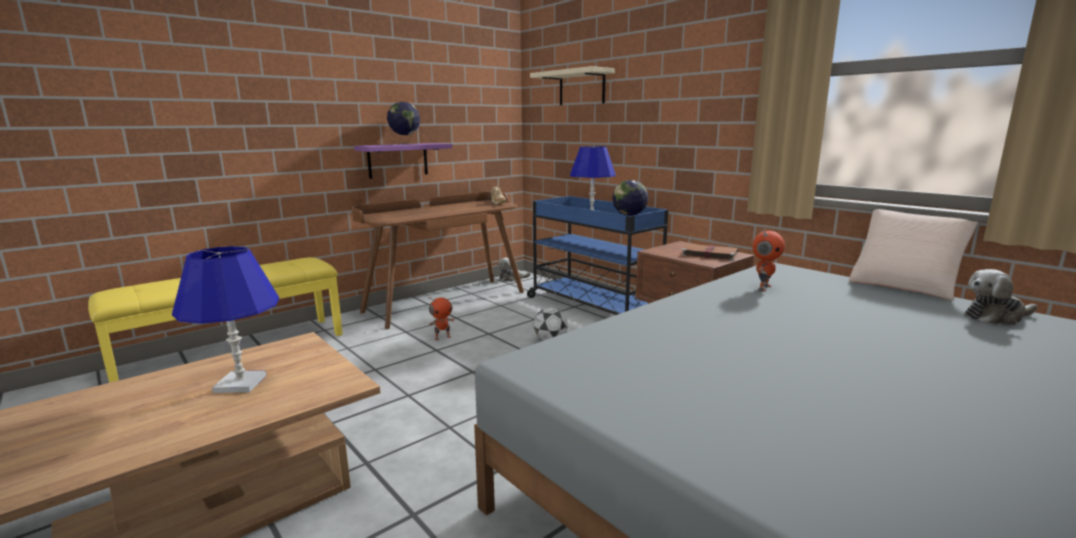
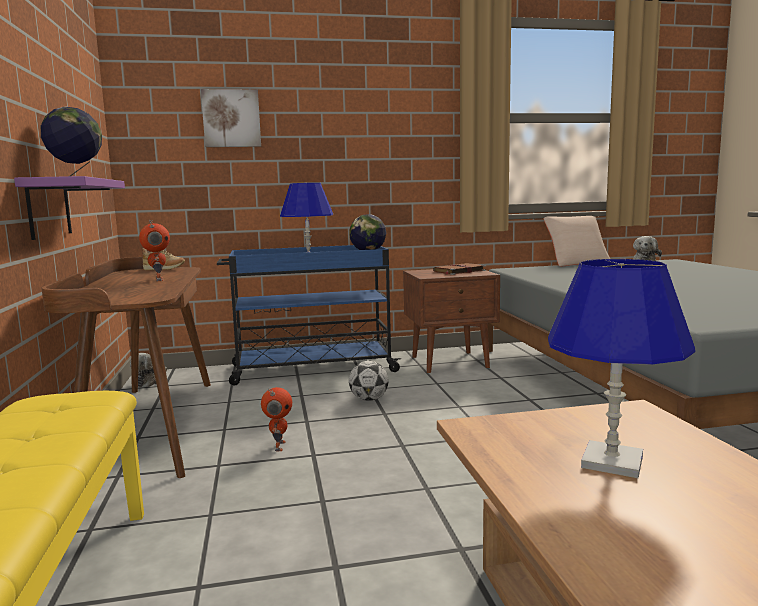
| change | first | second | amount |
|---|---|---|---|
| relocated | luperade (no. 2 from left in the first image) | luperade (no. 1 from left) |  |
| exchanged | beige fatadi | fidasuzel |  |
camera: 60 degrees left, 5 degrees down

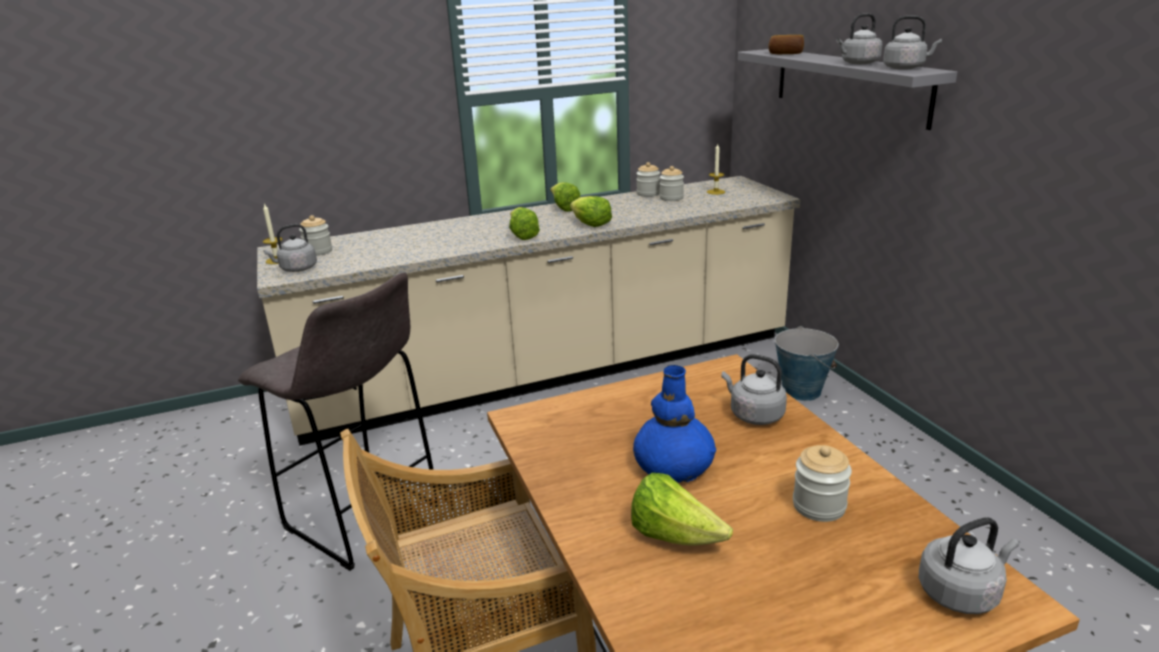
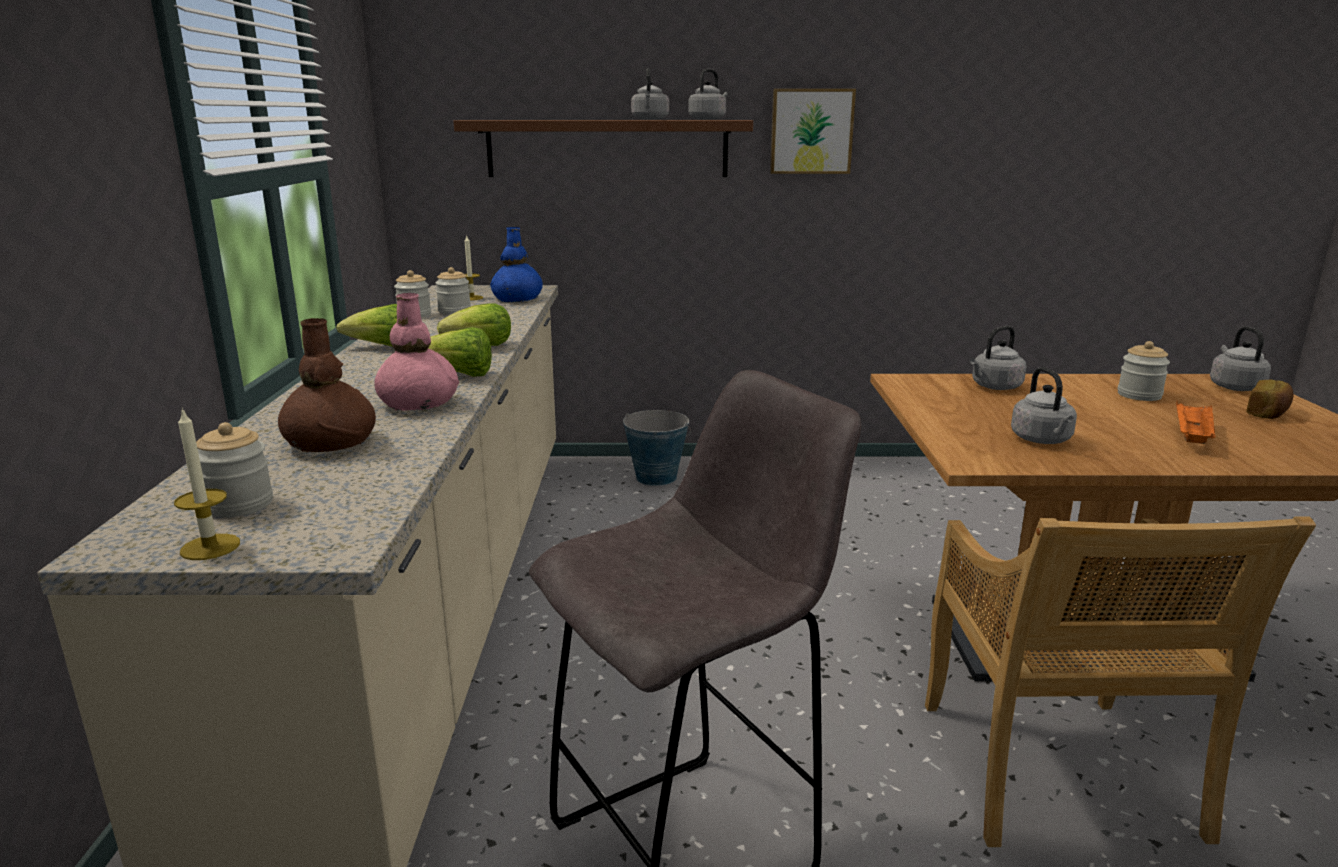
| change | first | second | amount |
|---|---|---|---|
| appeared |  | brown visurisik |  |
| appeared |  | pink visurisik |  |
| colour | grey fatadi | brown fatadi |  |
| relocated | blue visurisik |  |  |
| appeared |  | fidasuzel |  |
| relocated | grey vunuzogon (no. 1 from left in the first image) | grey vunuzogon (no. 4 from left) |  |
| exchanged | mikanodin (no. 4 from left) | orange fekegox |  |
| relocated | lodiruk |  |  |
camera: 70 degrees left, 5 degrees down

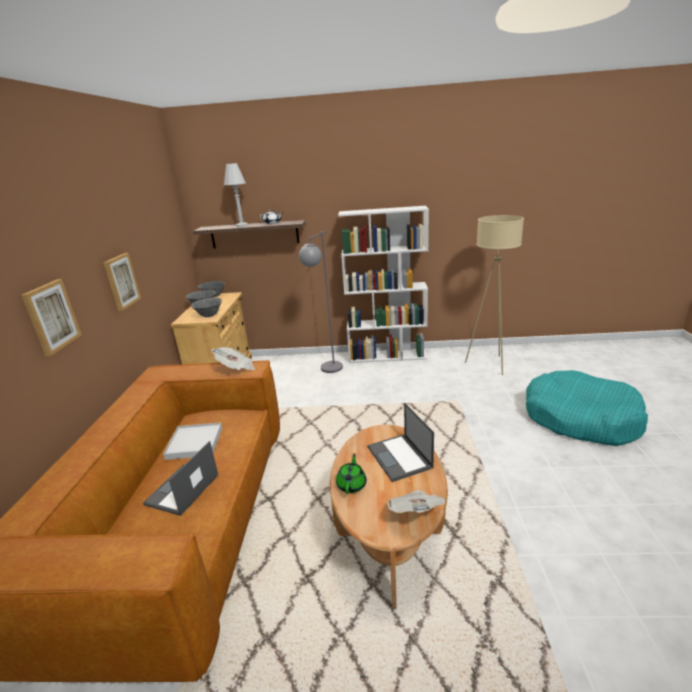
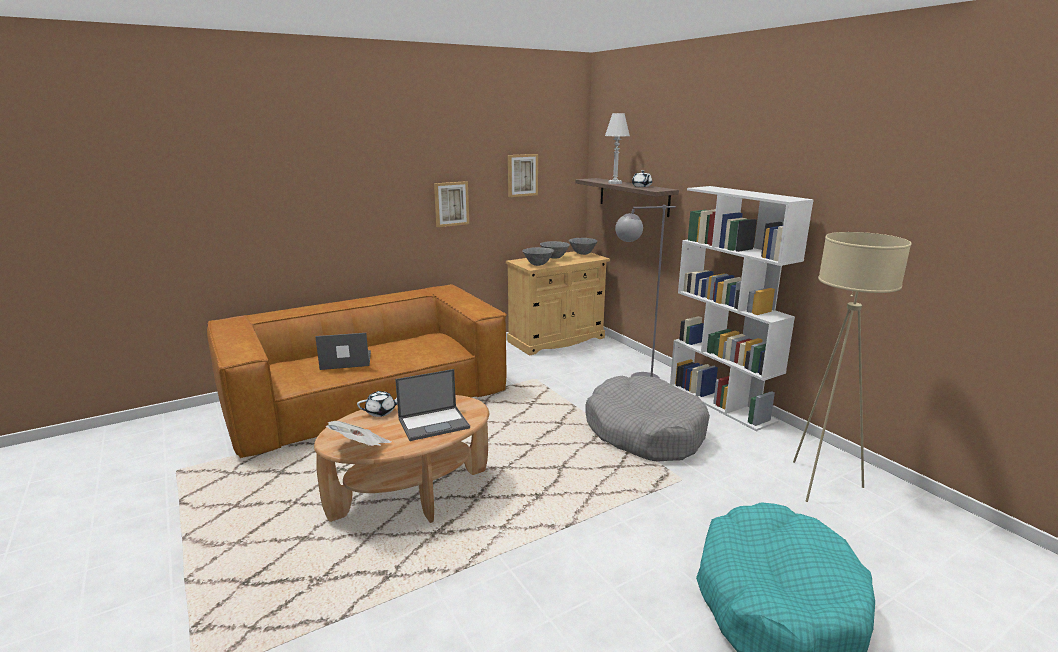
| change | first | second | amount |
|---|---|---|---|
| colour | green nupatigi | white nupatigi (no. 1 from left) |  |
| spun | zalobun (no. 2 from left) |  | 150 degrees counterclockwise |
| relocated | fidasuzel (no. 1 from left in the first image) | fidasuzel (no. 2 from left) |  |
| appeared |  | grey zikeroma |  |
| missing | white fekegox |  |  |
| missing | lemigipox (no. 1 from left) |  |  |
camera: 55 degrees right, 5 degrees down

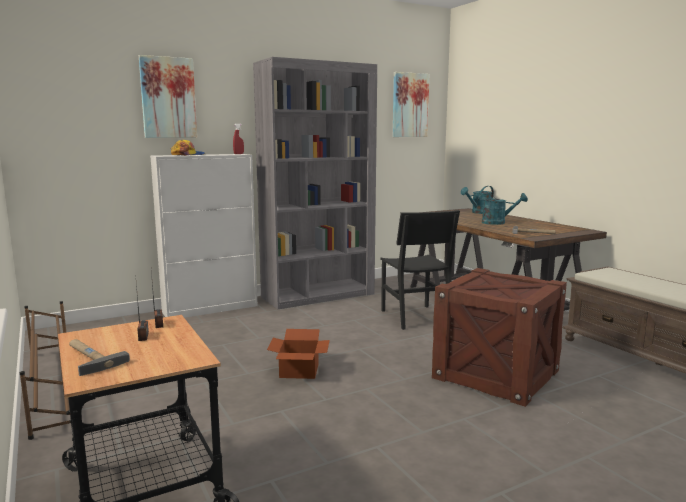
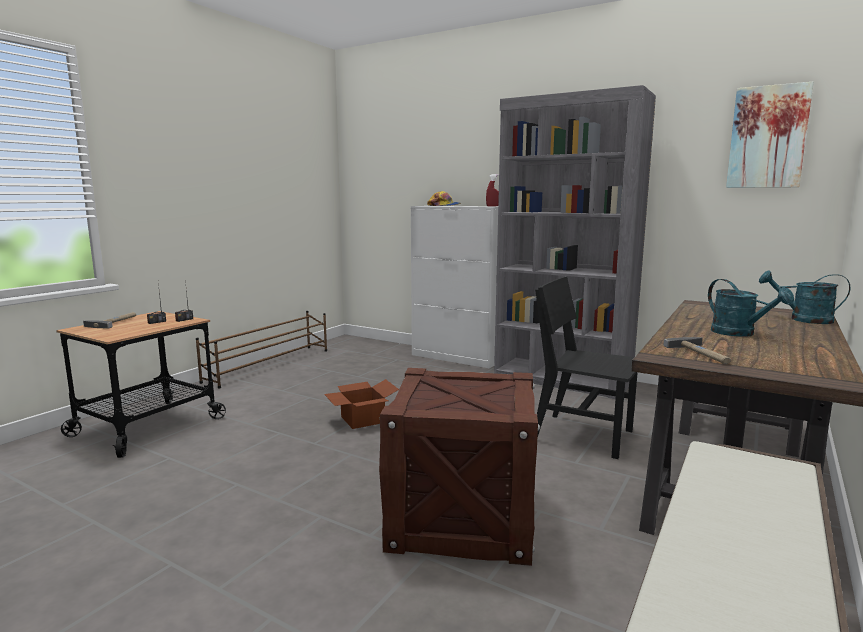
| change | first | second | amount |
|---|---|---|---|
| spun | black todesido |  | 75 degrees clockwise |
| missing | fidasuzel (no. 1 from left) |  |  |
camera: 60 degrees right, 0 degrees up

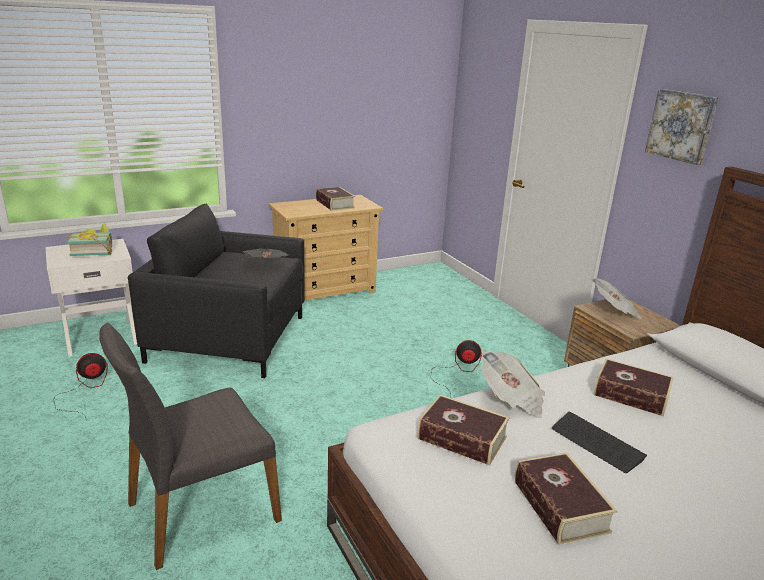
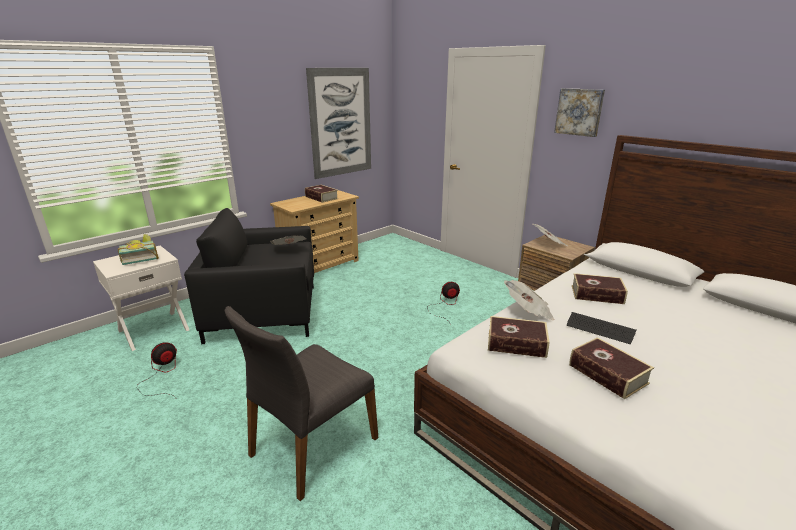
| change | first | second | amount |
|---|---|---|---|
| appeared |  | fidasuzel (no. 1 from left) |  |
camera: 15 degrees left, 0 degrees up

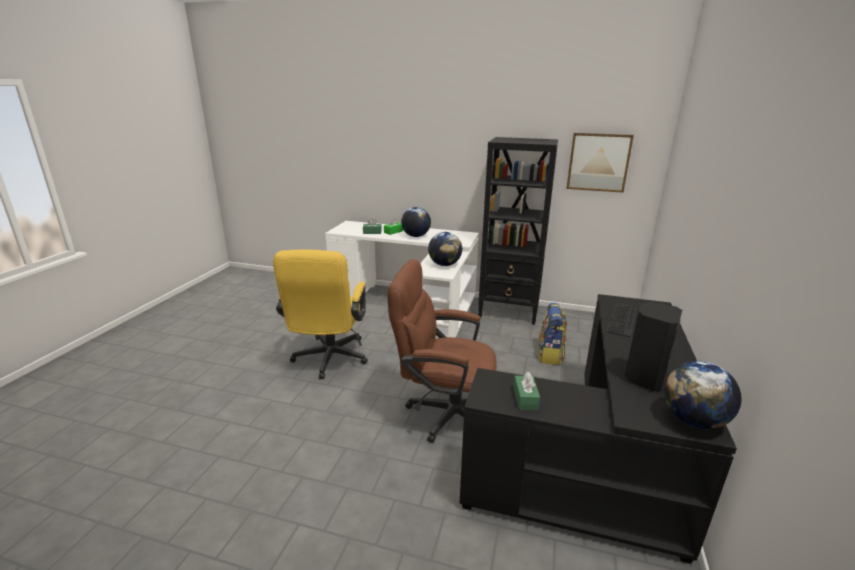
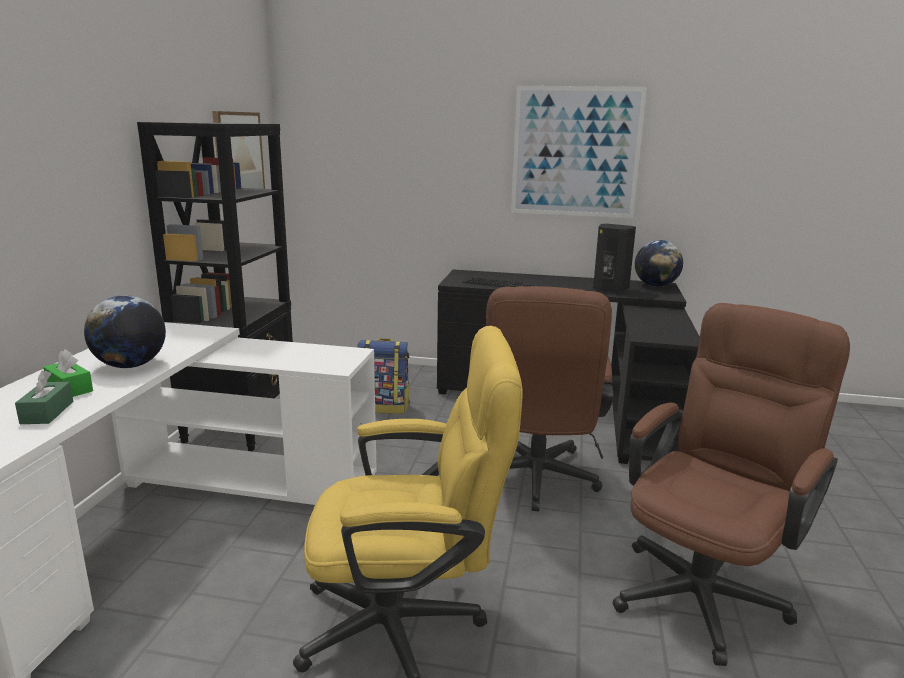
| change | first | second | amount |
|---|---|---|---|
| appeared |  | fidasuzel (no. 2 from left) |  |
| appeared |  | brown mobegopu (no. 2 from left) |  |
| missing | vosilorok (no. 2 from left) |  |  |
| missing | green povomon (no. 3 from left) |  |  |
camera: 95 degrees left, 5 degrees down

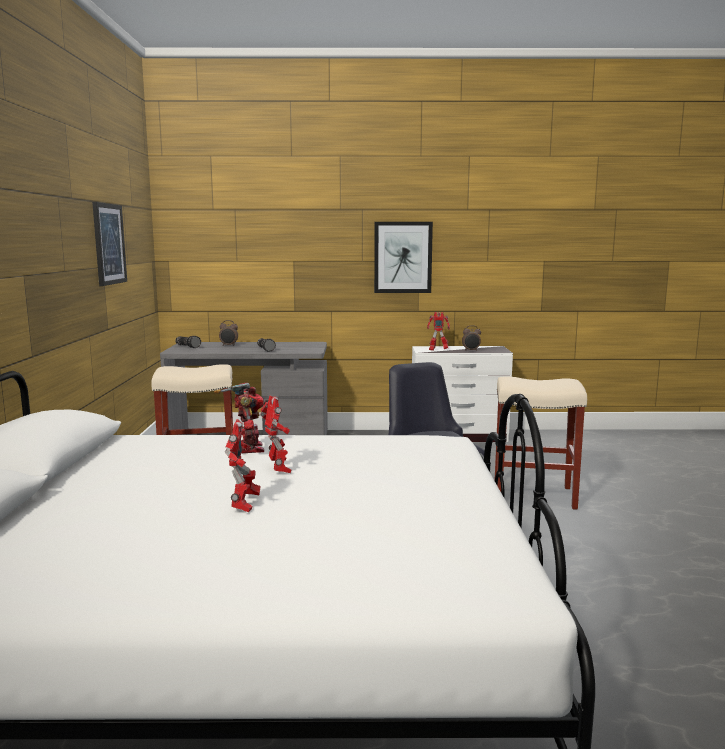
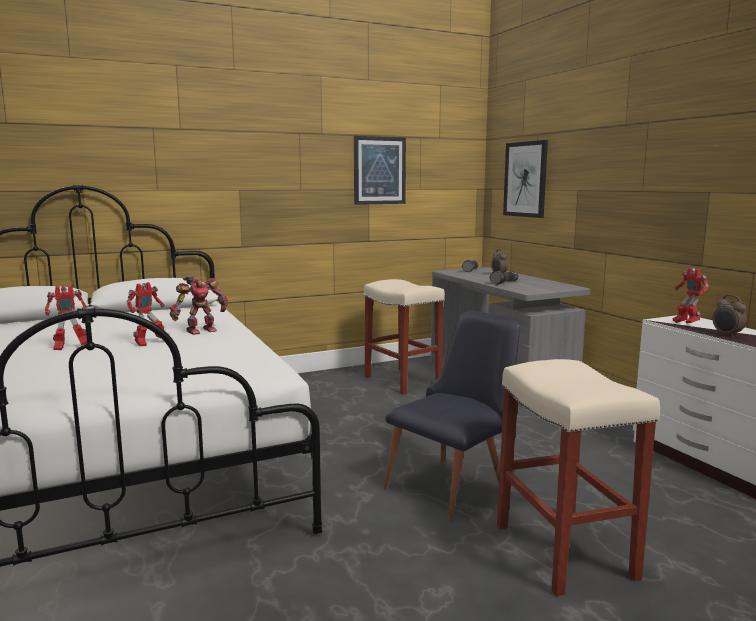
| change | first | second | amount |
|---|---|---|---|
| relocated | fidasuzel (no. 2 from left) |  |  |
camera: 65 degrees right, 0 degrees up

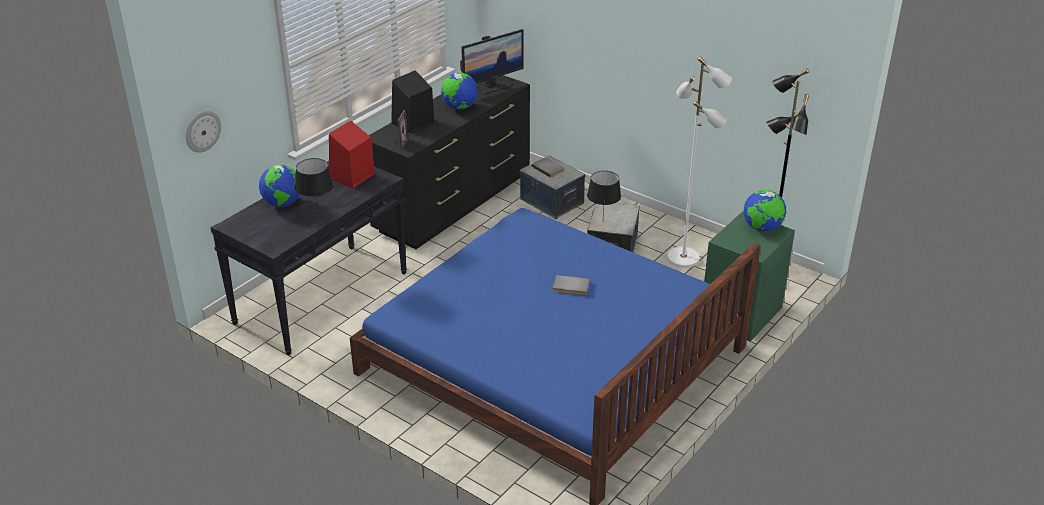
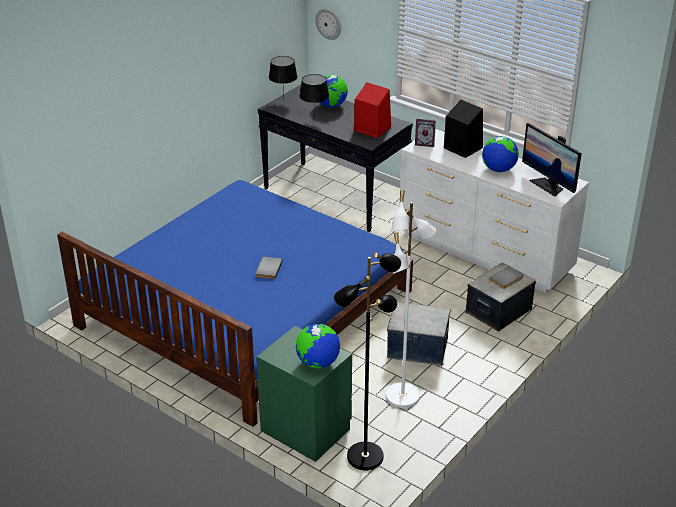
| change | first | second | amount |
|---|---|---|---|
| relocated | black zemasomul (no. 2 from left in the first image) | black zemasomul (no. 1 from left) |  |
| colour | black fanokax | white fanokax |  |
camera: 90 degrees right, 0 degrees up

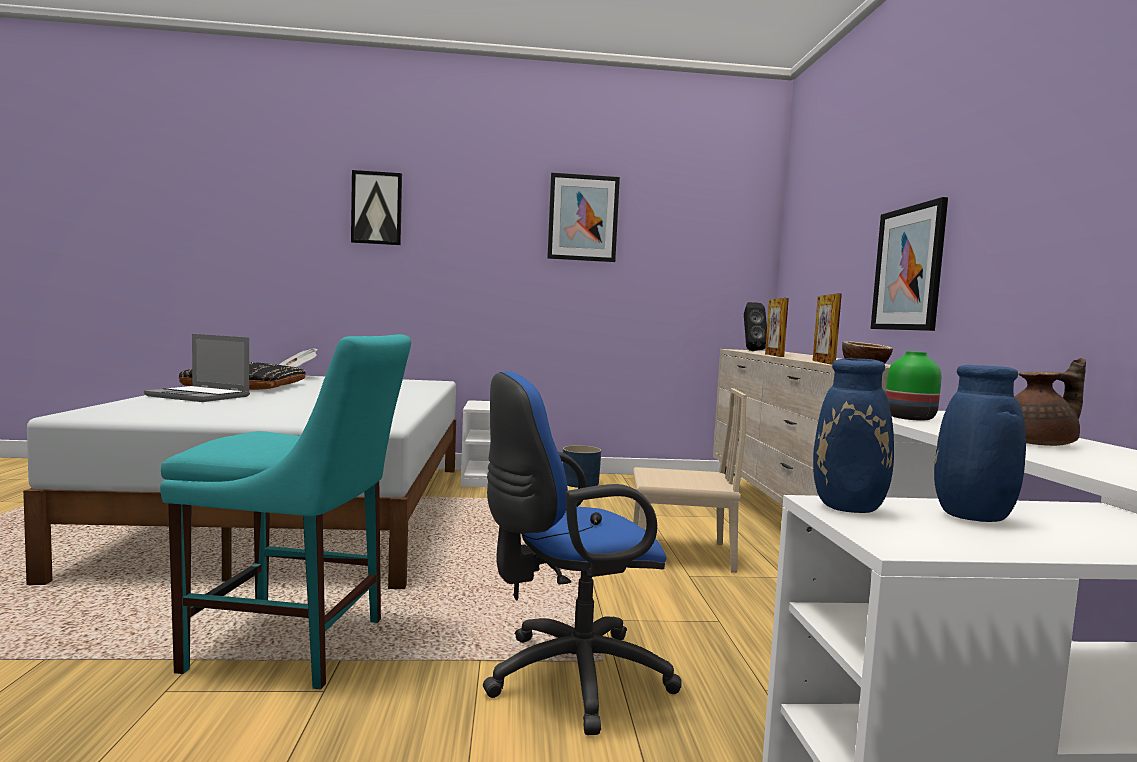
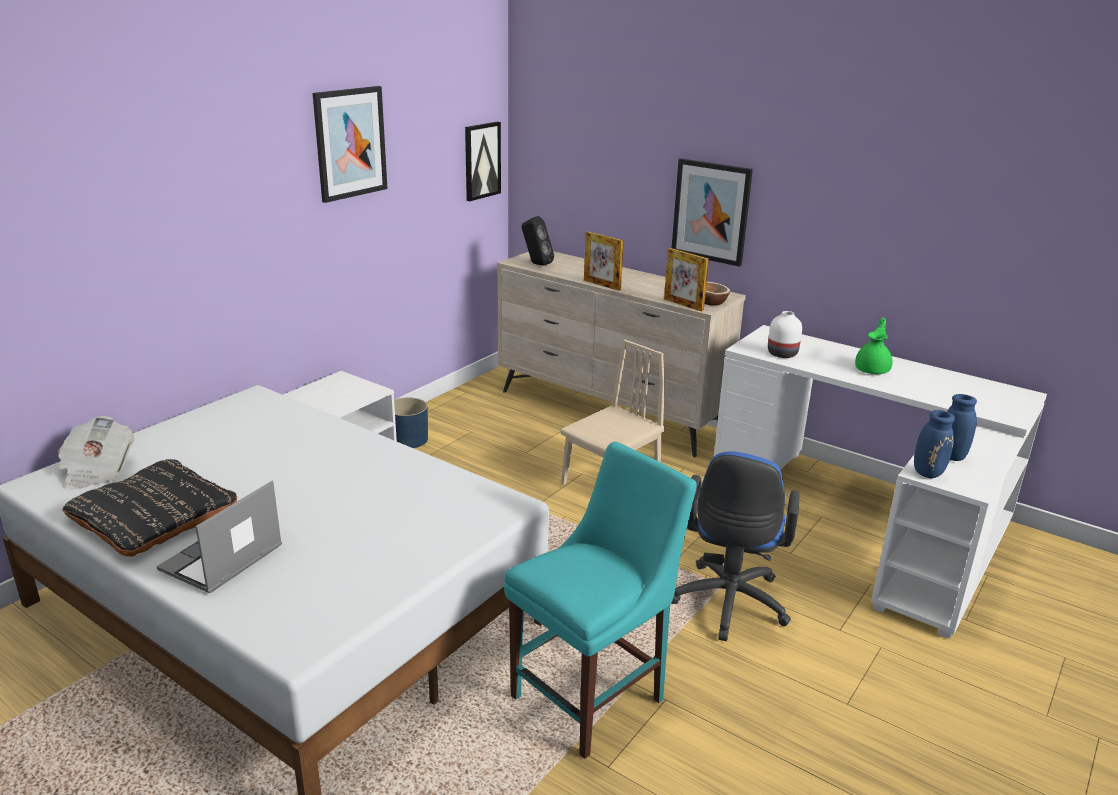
| change | first | second | amount |
|---|---|---|---|
| spun | zalobun |  | 150 degrees clockwise |
| relocated | fidasuzel (no. 1 from left in the first image) | fidasuzel (no. 2 from left) |  |
| colour | green visurisik | white visurisik |  |
| colour | brown nupatigi | green nupatigi |  |
camera: 50 degrees left, 20 degrees up

